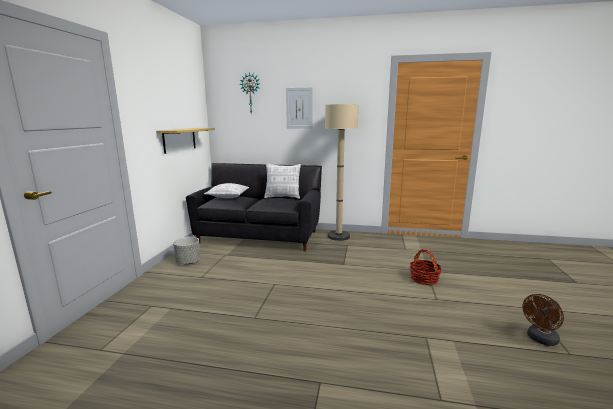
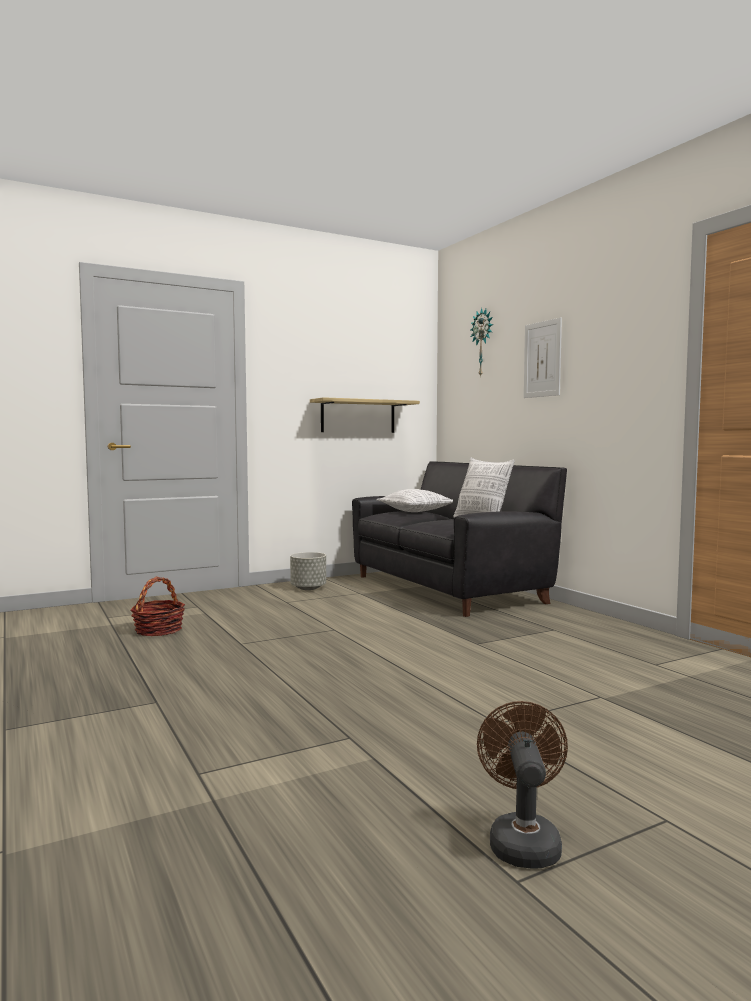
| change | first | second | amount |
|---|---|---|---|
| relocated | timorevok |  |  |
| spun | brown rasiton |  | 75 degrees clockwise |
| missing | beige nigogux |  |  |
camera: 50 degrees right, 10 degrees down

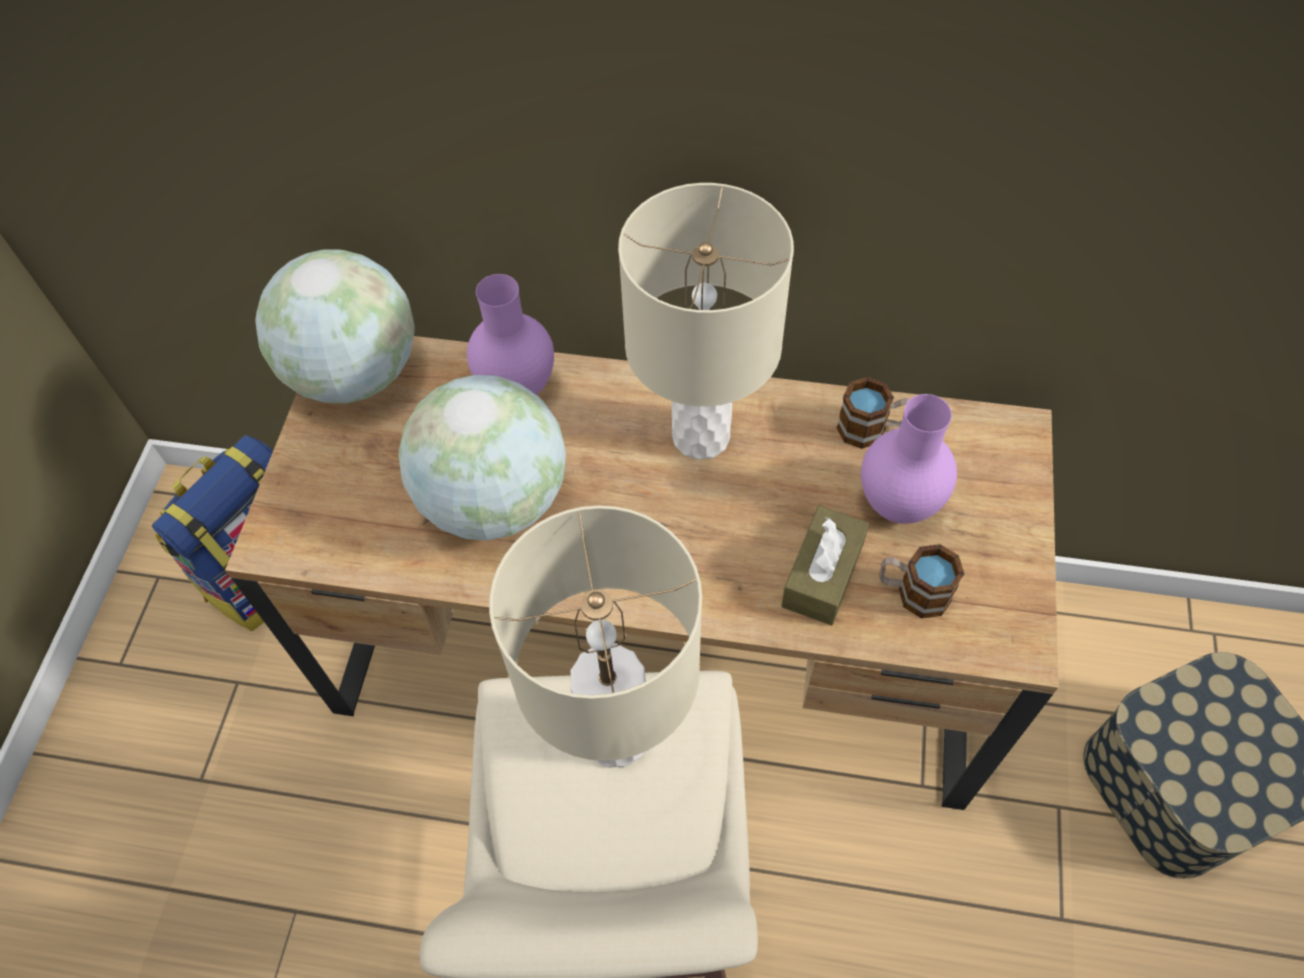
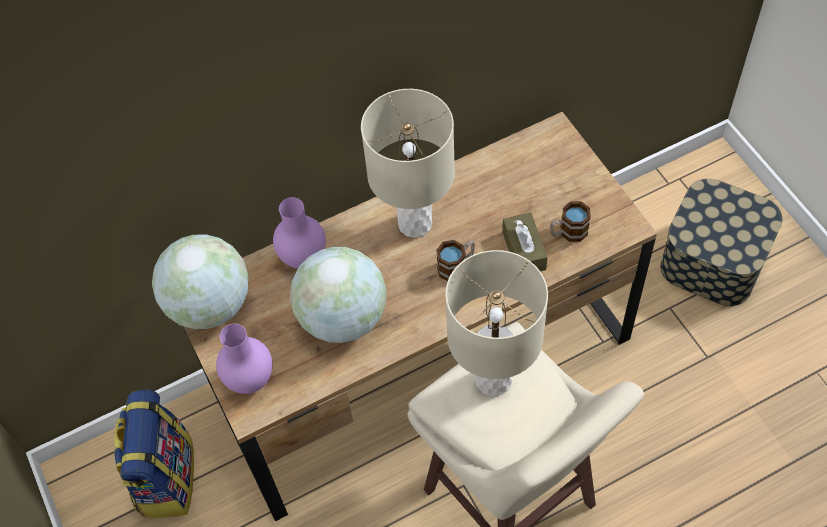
| change | first | second | amount |
|---|---|---|---|
| relocated | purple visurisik (no. 2 from left in the first image) | purple visurisik (no. 1 from left) |  |
| relocated | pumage (no. 1 from left) |  |  |
camera: 35 degrees left, 0 degrees up

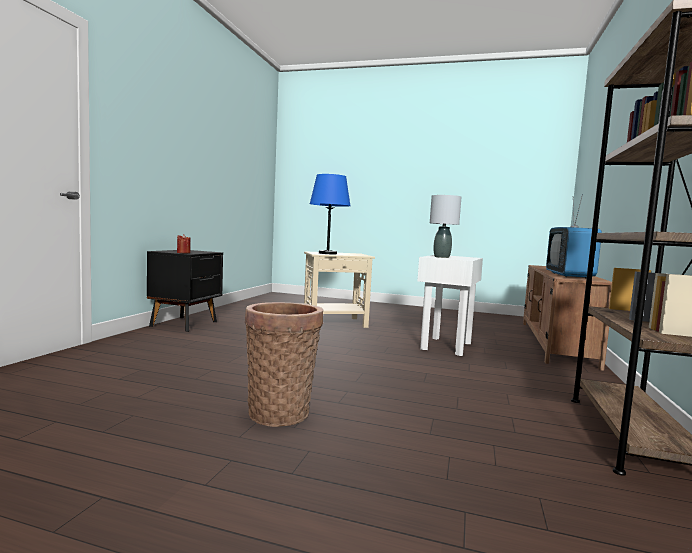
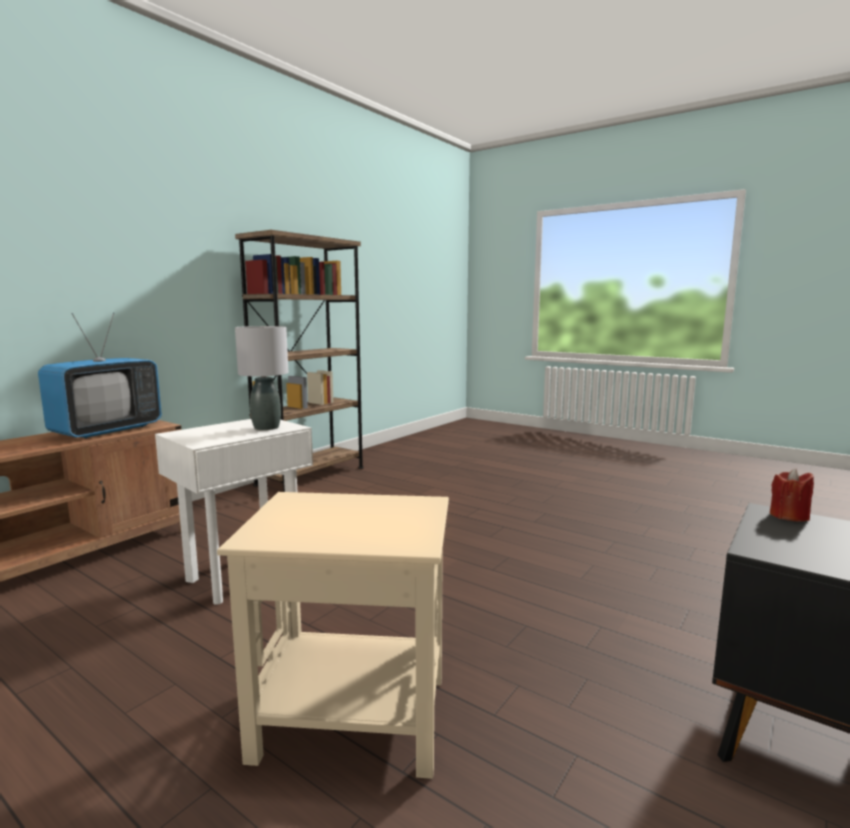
| change | first | second | amount |
|---|---|---|---|
| missing | timorevok |  |  |
| missing | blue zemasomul |  |  |
camera: 160 degrees left, 5 degrees up

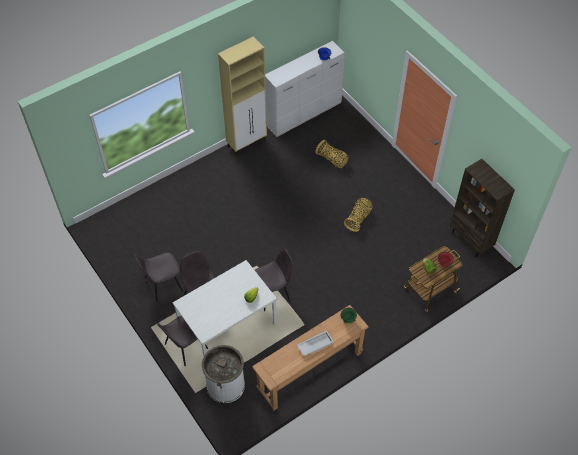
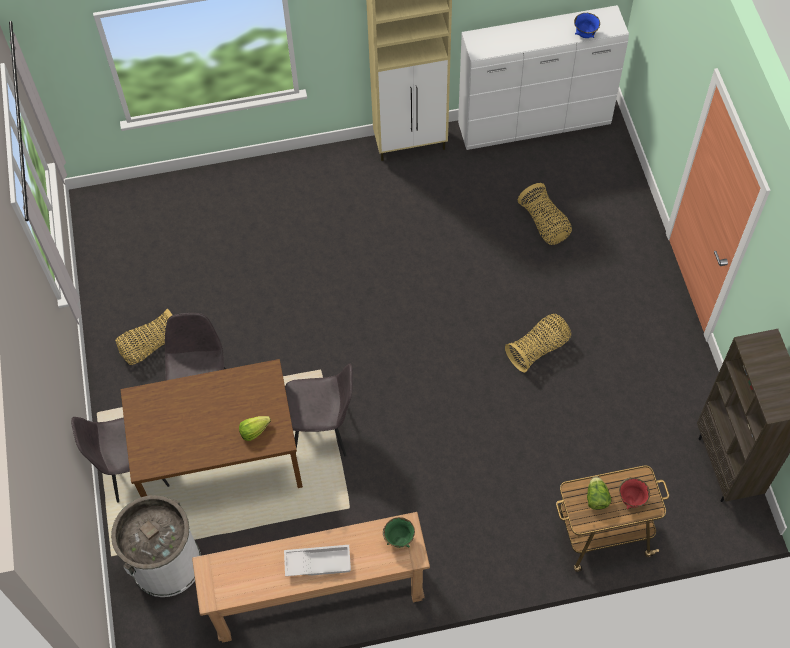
| change | first | second | amount |
|---|---|---|---|
| exchanged | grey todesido (no. 1 from left) | timorevok (no. 1 from left) |  |
| colour | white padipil | brown padipil |  |
camera: 25 degrees right, 5 degrees up

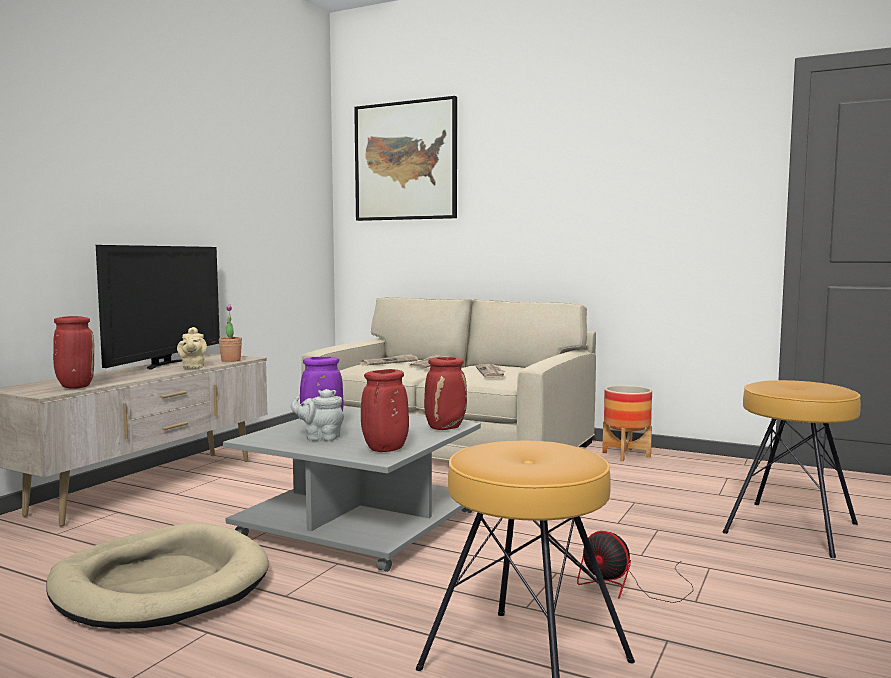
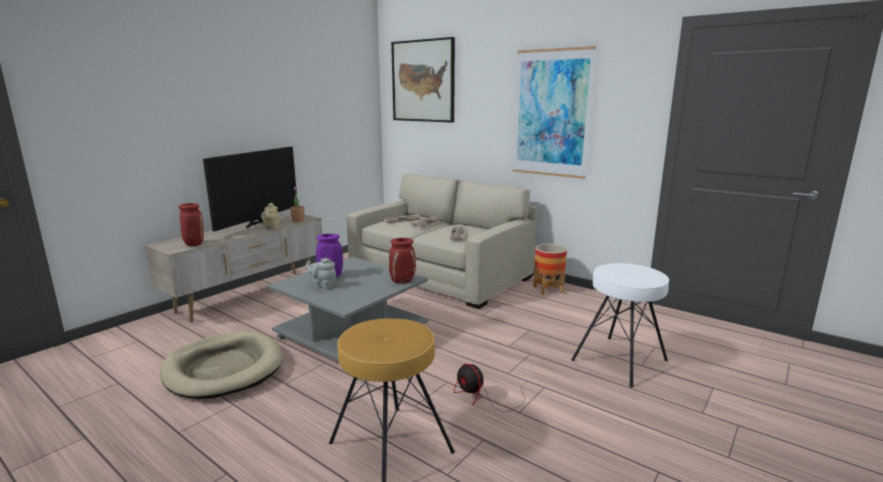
| change | first | second | amount |
|---|---|---|---|
| appeared |  | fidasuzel (no. 2 from left) |  |
| colour | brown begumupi (no. 2 from left) | white begumupi |  |
| missing | red visurisik (no. 2 from left) |  |  |
camera: 10 degrees right, 10 degrees up

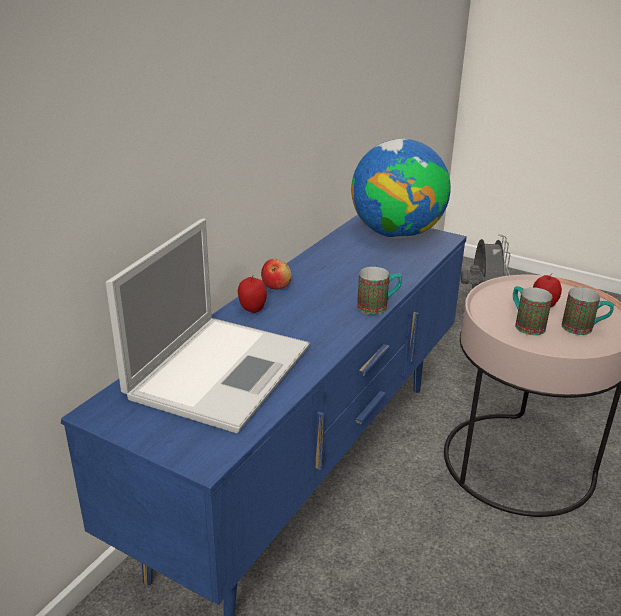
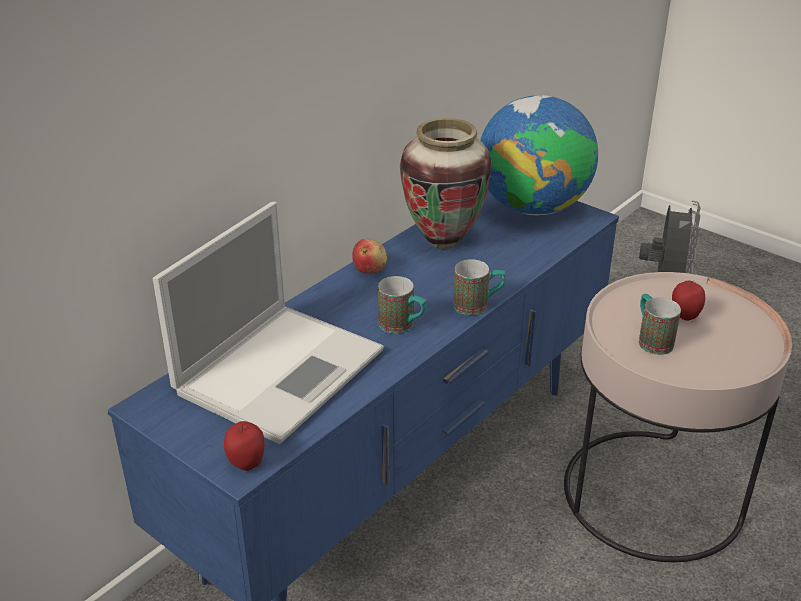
| change | first | second | amount |
|---|---|---|---|
| relocated | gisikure (no. 1 from left) |  |  |
| relocated | pumage (no. 3 from left in the first image) | pumage (no. 1 from left) |  |
| appeared |  | visurisik |  |
camera: 10 degrees right, 5 degrees up

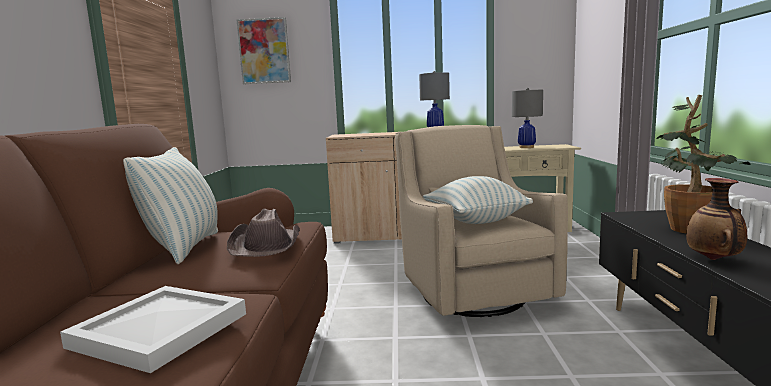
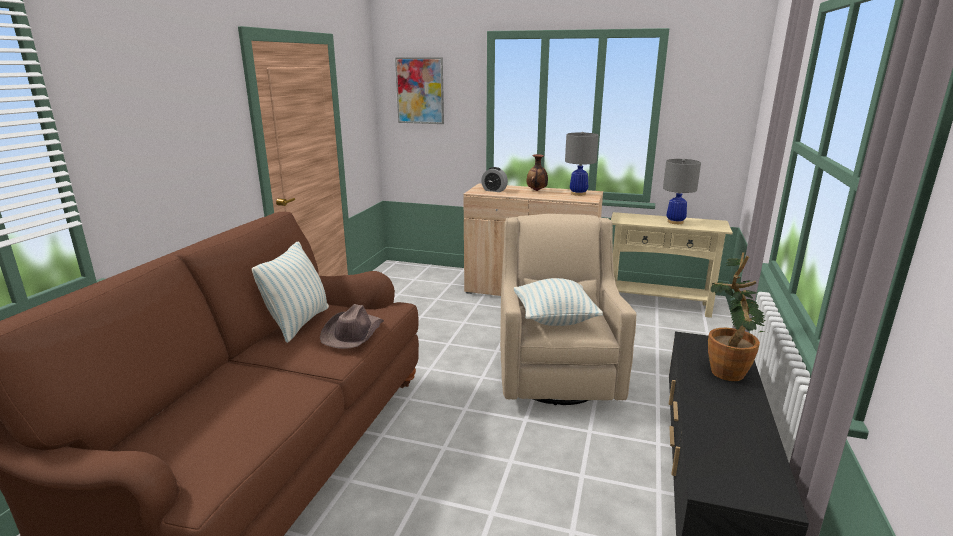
| change | first | second | amount |
|---|---|---|---|
| appeared |  | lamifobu |  |
| relocated | visurisik |  |  |
| missing | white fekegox |  |  |
camera: 15 degrees right, 10 degrees up

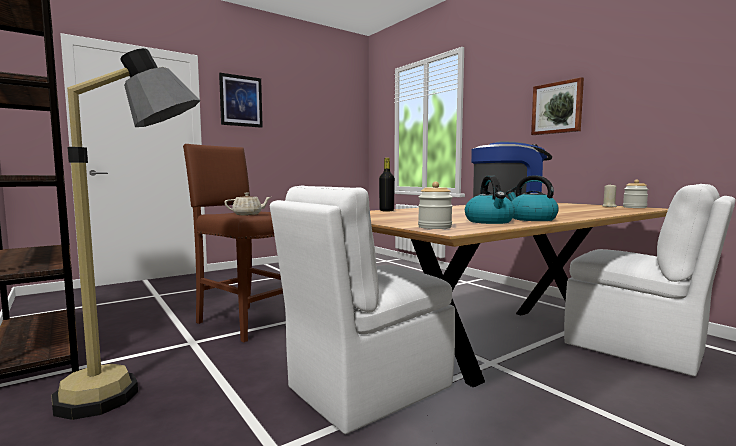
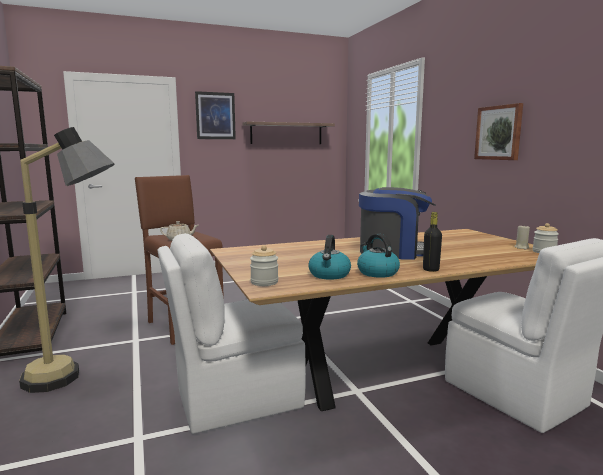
| change | first | second | amount |
|---|---|---|---|
| appeared |  | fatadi |  |
| relocated | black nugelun |  |  |
camera: 15 degrees right, 5 degrees up

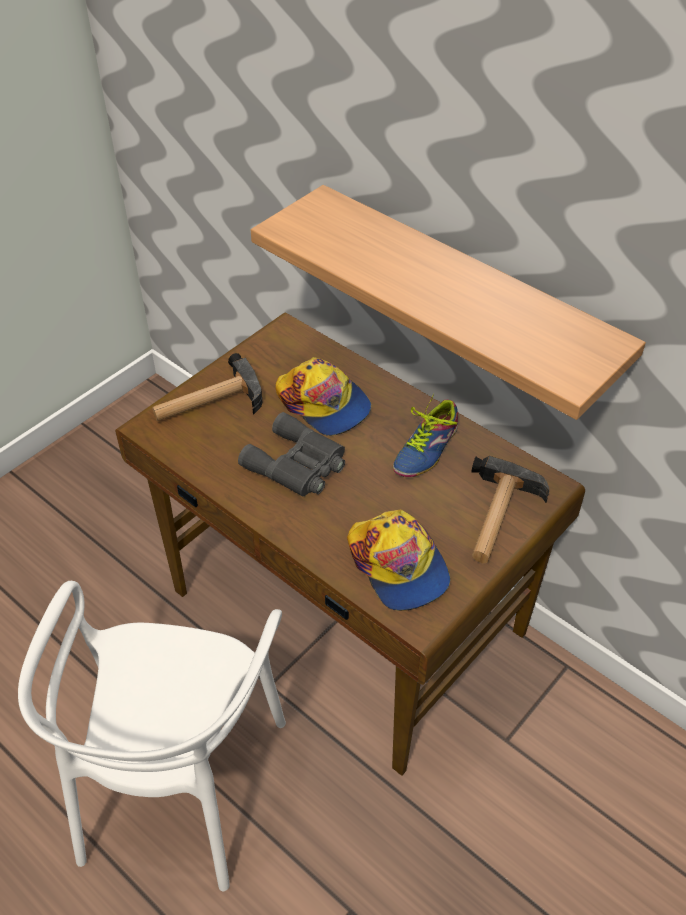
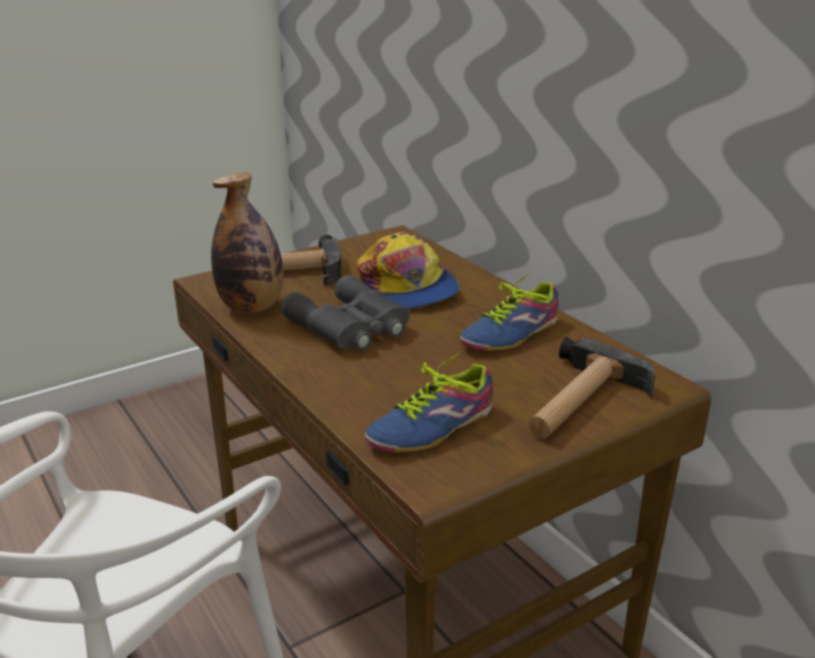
| change | first | second | amount |
|---|---|---|---|
| appeared |  | nugelun |  |
| exchanged | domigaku (no. 2 from left) | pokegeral (no. 1 from left) |  |
| missing | fatadi |  |  |
camera: 15 degrees right, 20 degrees down

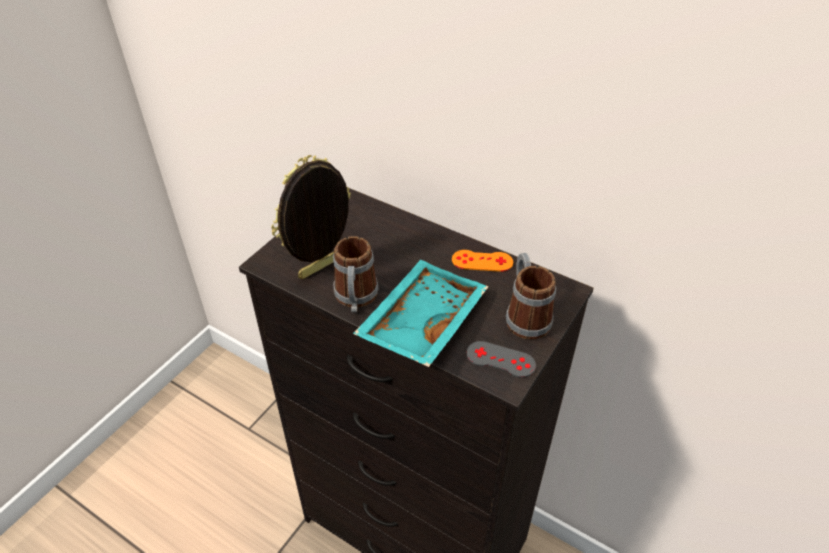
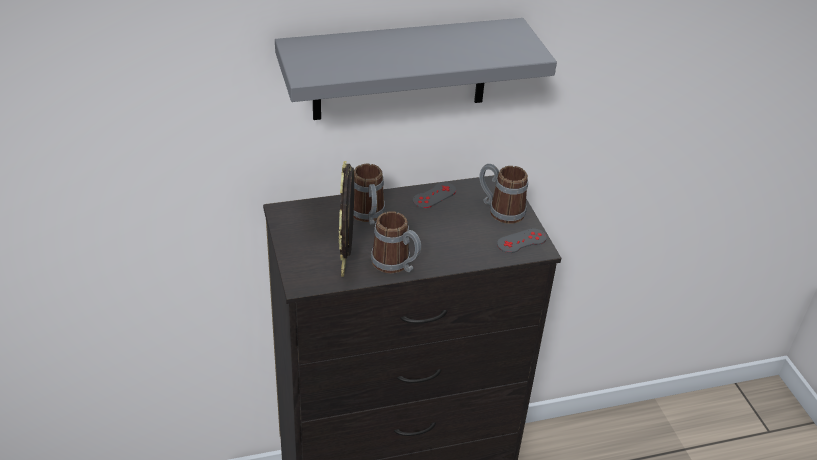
| change | first | second | amount |
|---|---|---|---|
| appeared |  | grey fatadi |  |
| appeared |  | pumage (no. 1 from left) |  |
| colour | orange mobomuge | grey mobomuge (no. 1 from left) |  |
| missing | turquoise fekegox |  |  |
camera: 50 degrees left, 5 degrees down

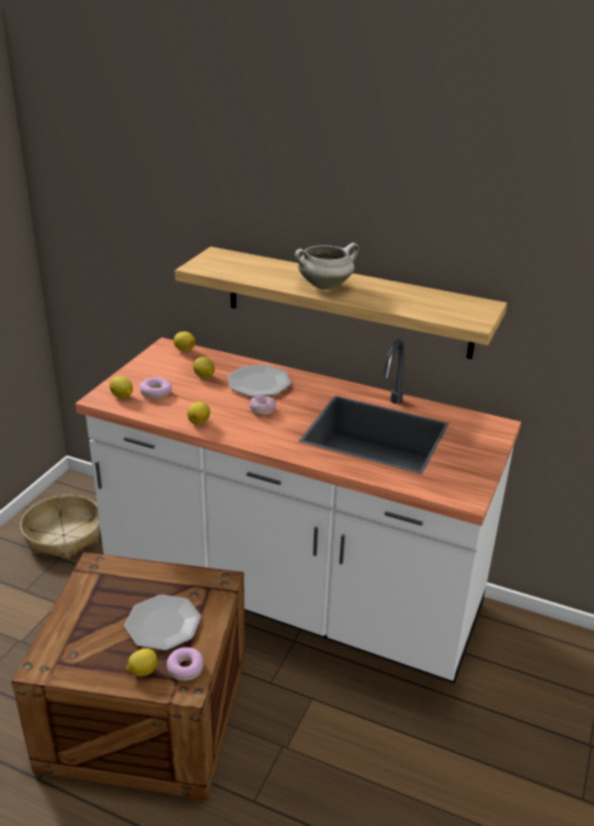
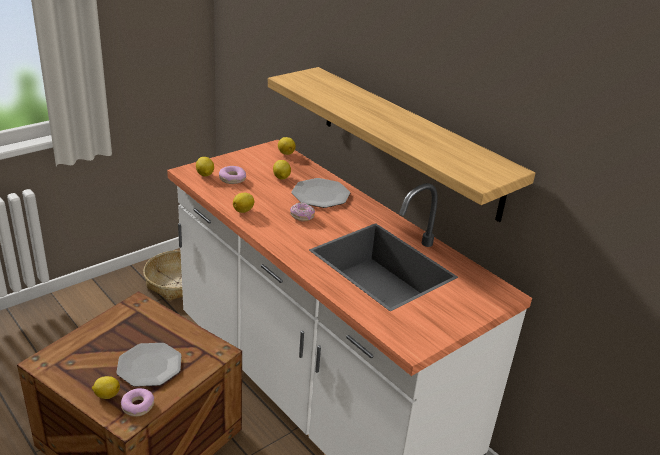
| change | first | second | amount |
|---|---|---|---|
| missing | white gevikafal |  |  |
camera: 25 degrees right, 0 degrees up

